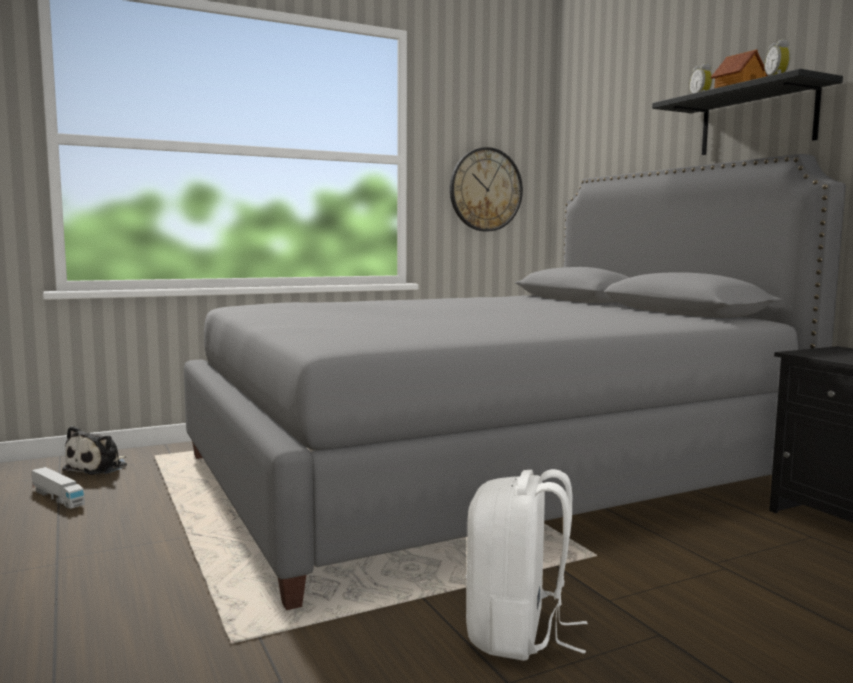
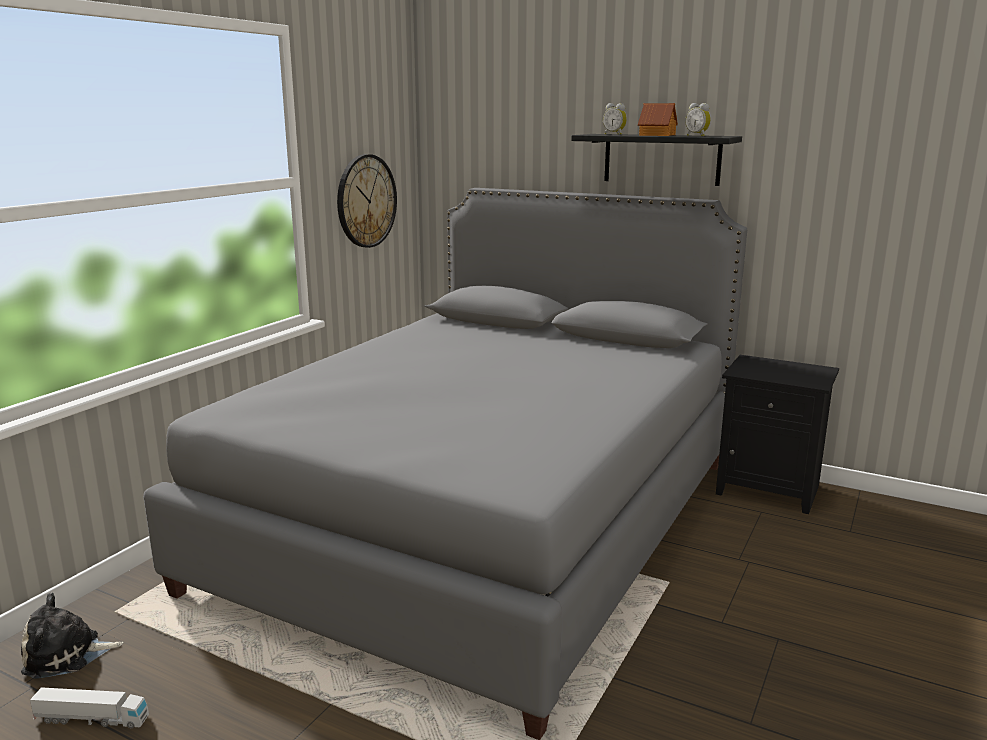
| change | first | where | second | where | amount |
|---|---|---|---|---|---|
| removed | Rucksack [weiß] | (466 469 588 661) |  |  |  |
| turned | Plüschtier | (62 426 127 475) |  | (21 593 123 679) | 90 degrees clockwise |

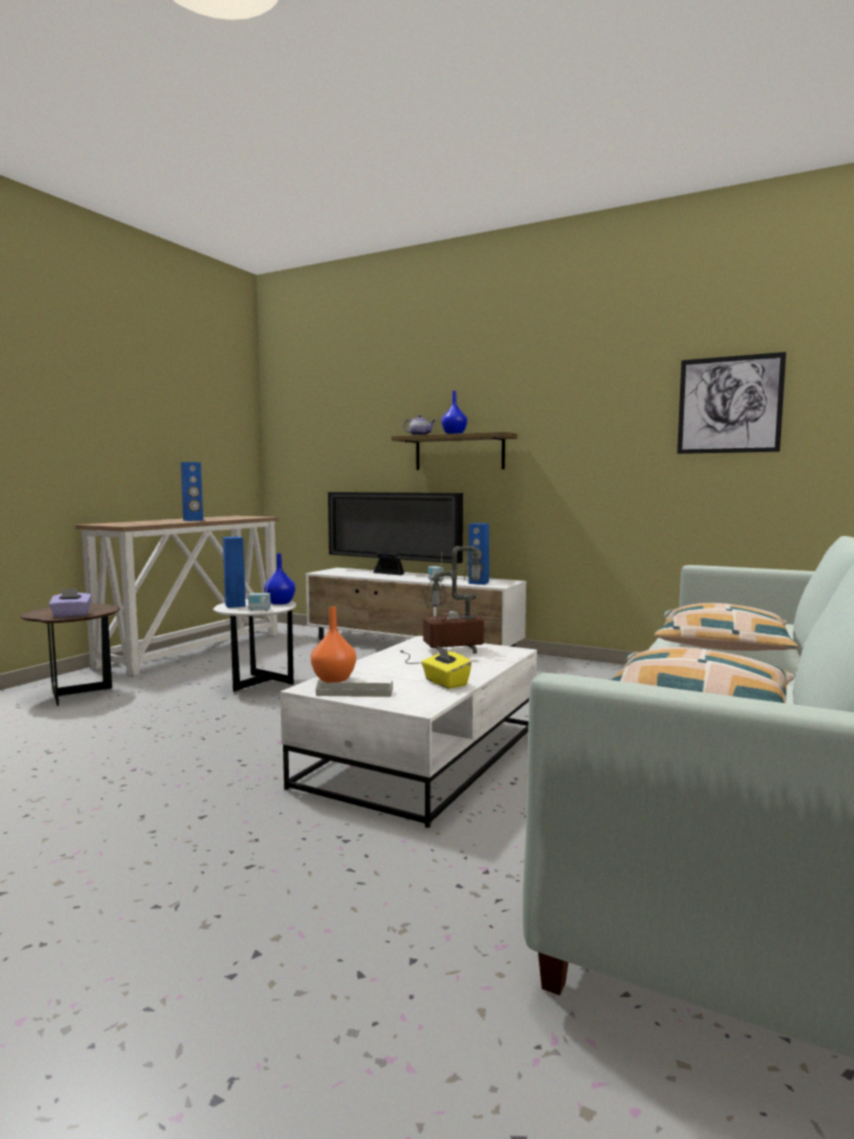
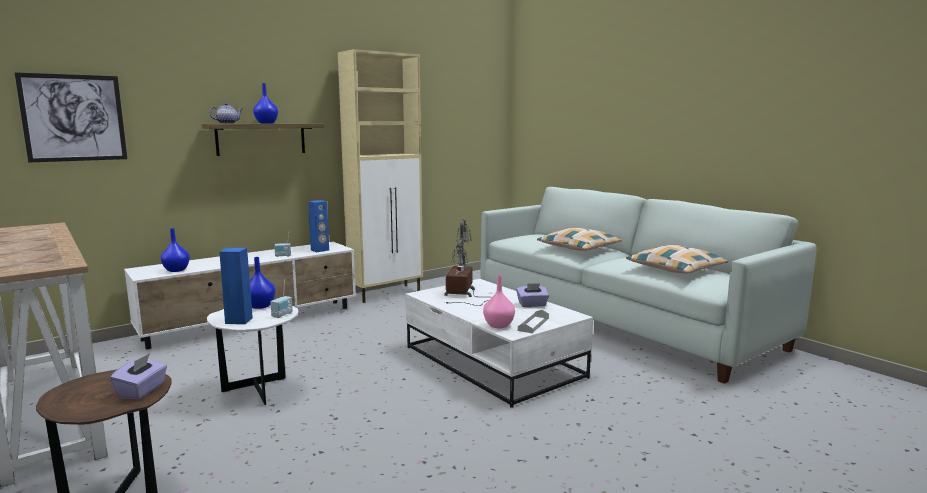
| change | first | where | second | where | amount |
|---|---|---|---|---|---|
| removed | Lautsprecher [blau] | (181 462 203 521) |  |  |  |
| removed | Fernseher | (328 492 463 575) |  |  |  |
| added |  |  | Vase [blau] | (161 228 190 272) |  |
| added |  |  | Schrank [beige] | (338 49 423 303) |  |
| moved | Bild | (677 352 786 454) |  | (15 72 127 163) |  |
| recoloured | Vase [orange] | (311 607 356 683) | Vase [rosa] | (483 275 515 328) |  |
| recoloured | Taschentuchbox [gelb] | (421 646 472 689) | Taschentuchbox [lila] | (516 283 549 307) |  |

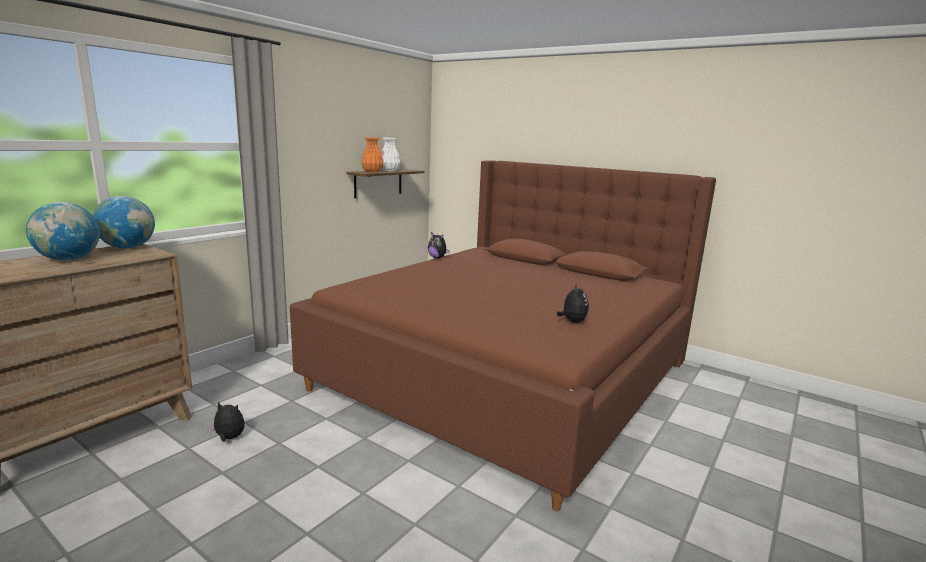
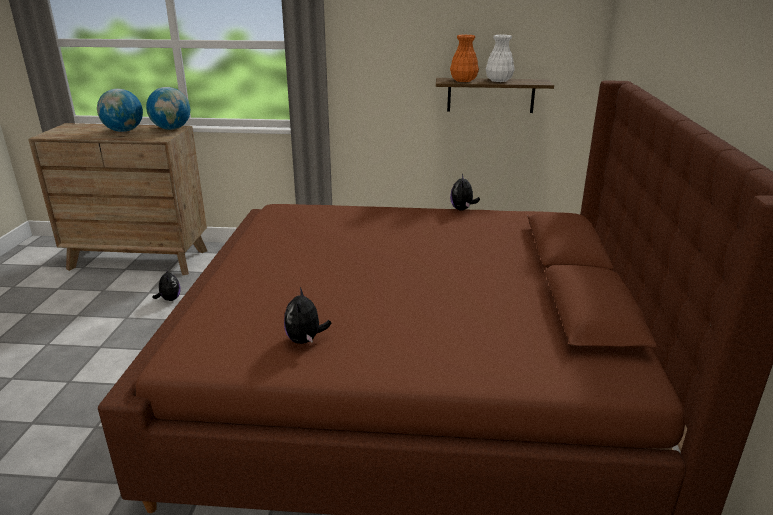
| change | first | where | second | where | amount |
|---|---|---|---|---|---|
| turned | Plüschtier | (557 283 589 323) |  | (284 287 331 344) | 120 degrees clockwise |

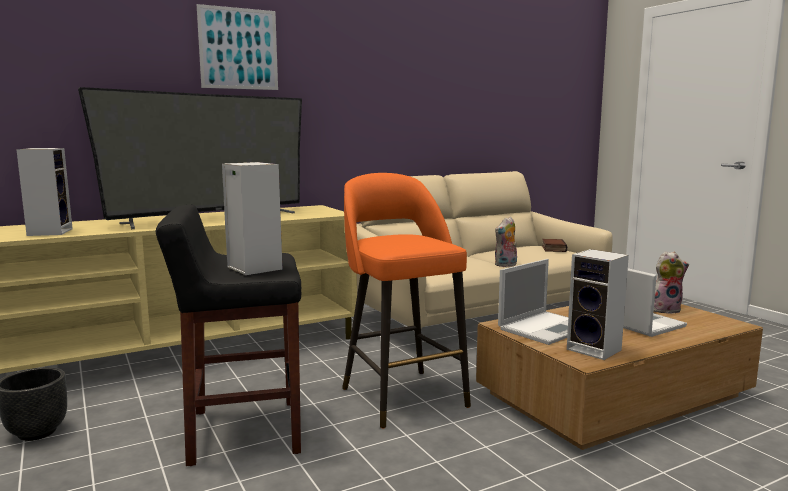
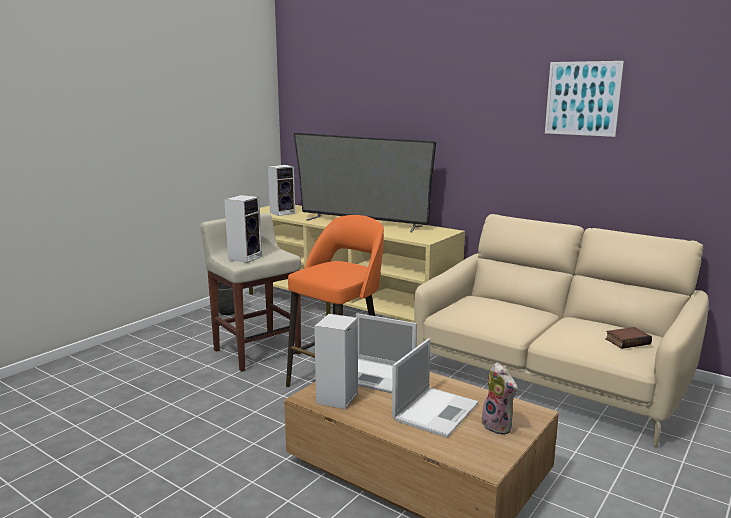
| change | first | where | second | where | amount |
|---|---|---|---|---|---|
| removed | Plüschtier | (495 217 517 267) |  |  |  |
| moved | Bild | (196 4 278 90) |  | (545 61 624 137) |  |
| recoloured | Hocker [schwarz] | (156 205 301 466) | Hocker [beige] | (200 213 301 372) |  |

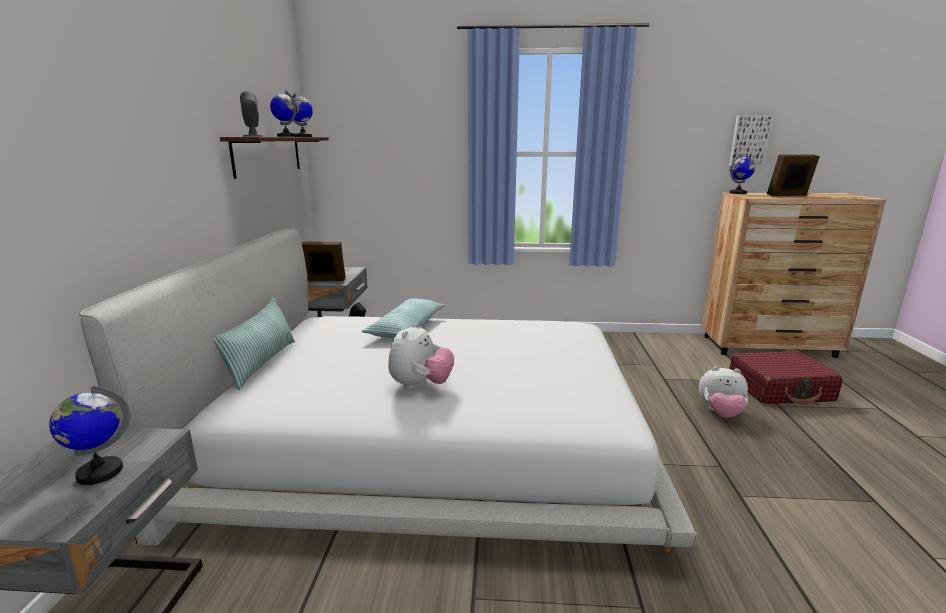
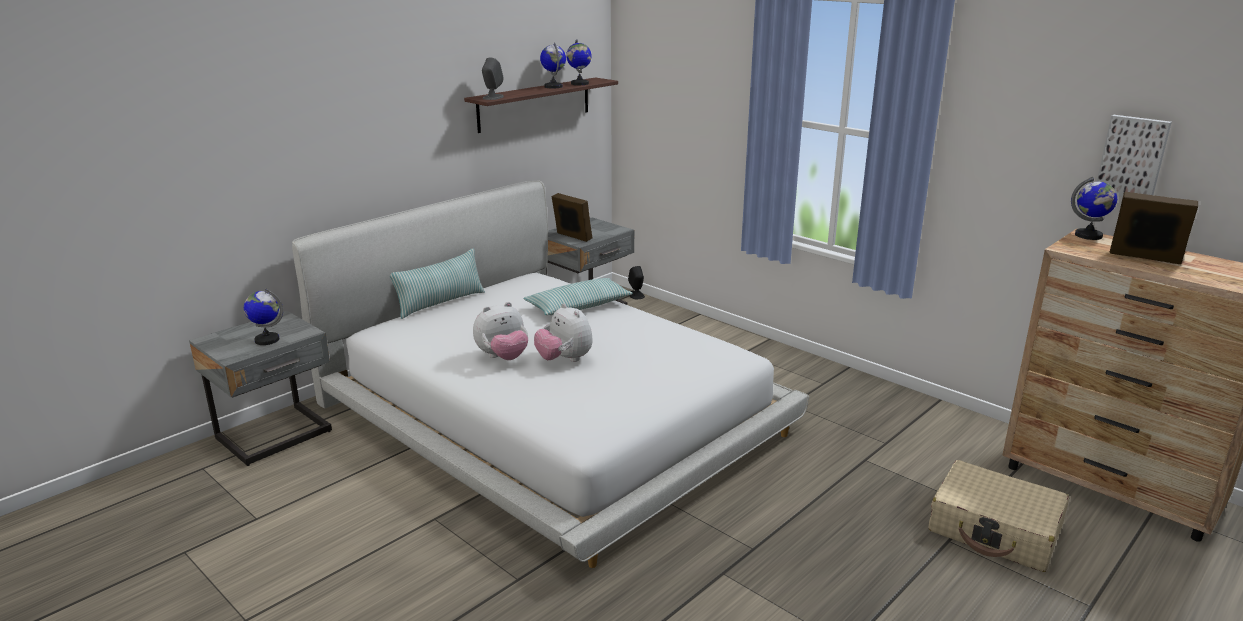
| change | first | where | second | where | amount |
|---|---|---|---|---|---|
| moved | Plüschtier | (699 367 748 418) |  | (534 303 593 362) |  |
| recoloured | Koffer [rot] | (729 351 843 405) | Koffer [beige] | (929 460 1069 572) |  |

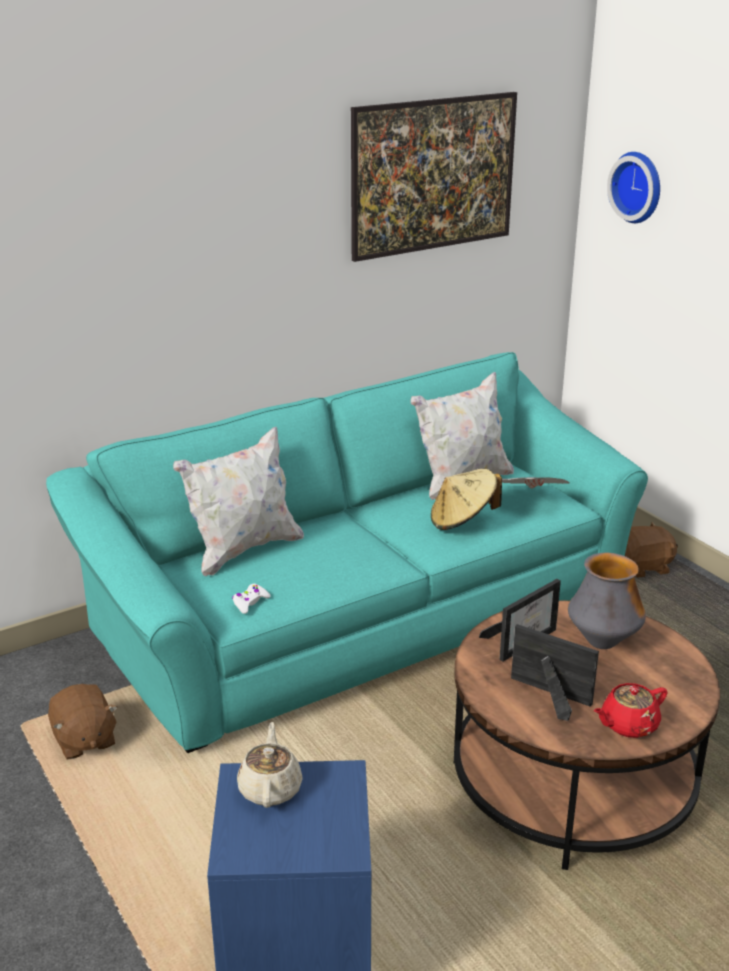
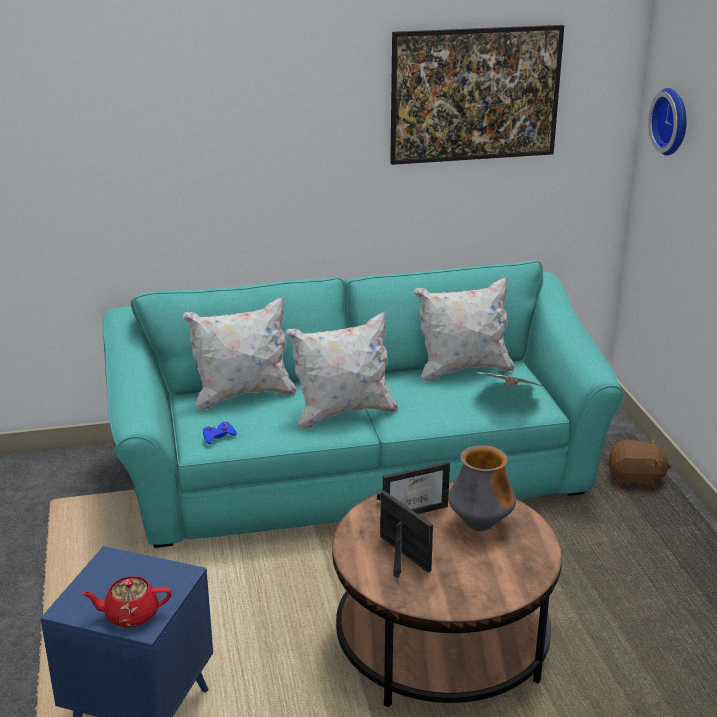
| change | first | where | second | where | amount |
|---|---|---|---|---|---|
| removed | Plüschtier [braun] | (48 684 118 759) |  |  |  |
| removed | Teekanne [beige] | (237 722 303 808) |  |  |  |
| removed | Hut [beige] | (431 469 502 530) |  |  |  |
| added |  |  | Kissen [weiß] | (286 312 398 429) |  |
| moved | Teekanne [rot] | (594 683 668 738) |  | (82 576 172 628) |  |
| recoloured | Gamepad [weiß] | (232 584 271 614) | Gamepad [blau] | (203 422 237 444) |  |

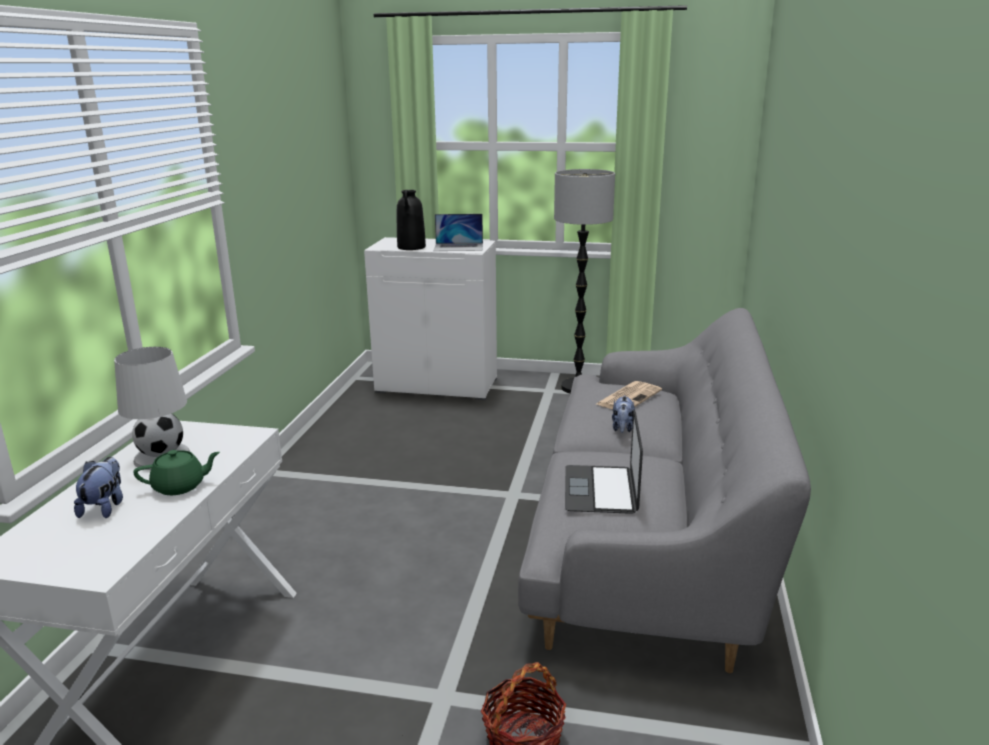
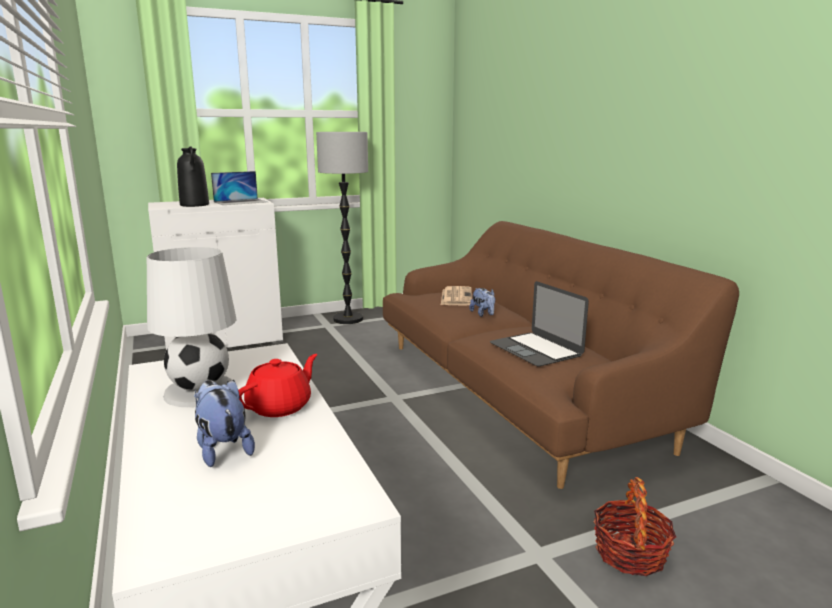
| change | first | where | second | where | amount |
|---|---|---|---|---|---|
| recoloured | Teekanne [grün] | (134 450 220 495) | Teekanne [rot] | (238 354 318 417) |  |
| recoloured | Sofa [grau] | (518 308 811 673) | Sofa [braun] | (383 221 739 489) |  |

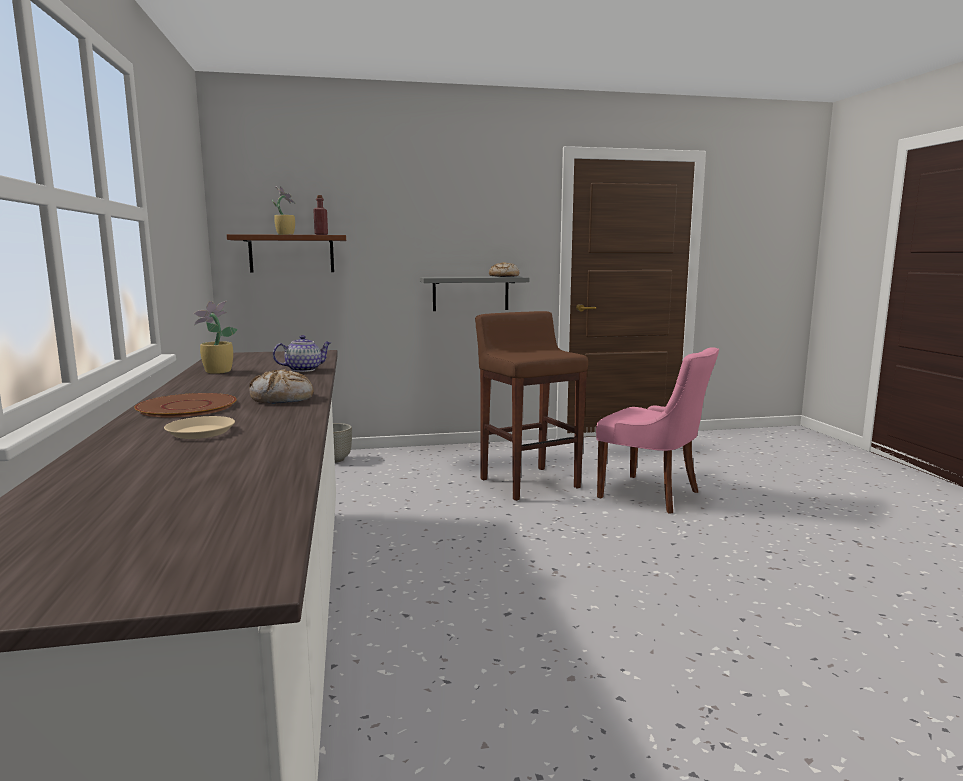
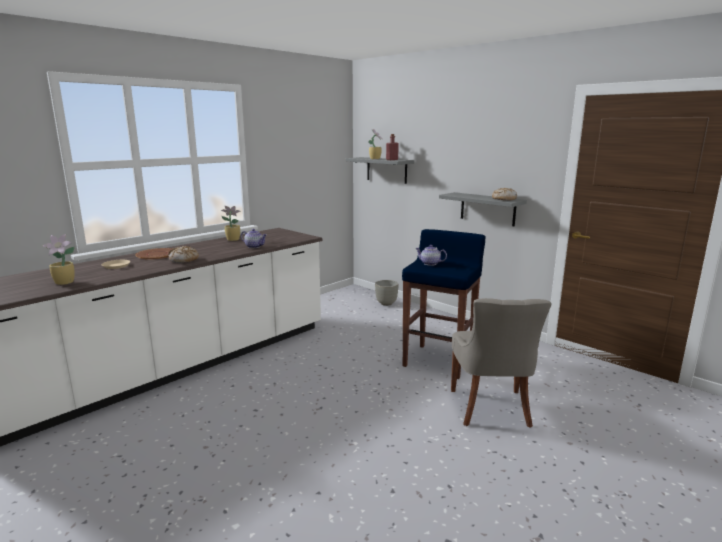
| change | first | where | second | where | amount |
|---|---|---|---|---|---|
| added |  |  | Topfpflanze | (43 234 75 285) |  |
| added |  |  | Teekanne | (415 245 447 266) |  |
| recoloured | Wandregal [braun] | (227 234 346 273) | Wandregal [grau] | (346 157 414 184) |  |
| recoloured | Hocker [braun] | (475 311 588 501) | Hocker [blau] | (402 229 486 379) |  |
| recoloured | Stuhl [rosa] | (596 348 719 513) | Stuhl [grau] | (451 298 552 428) |  |

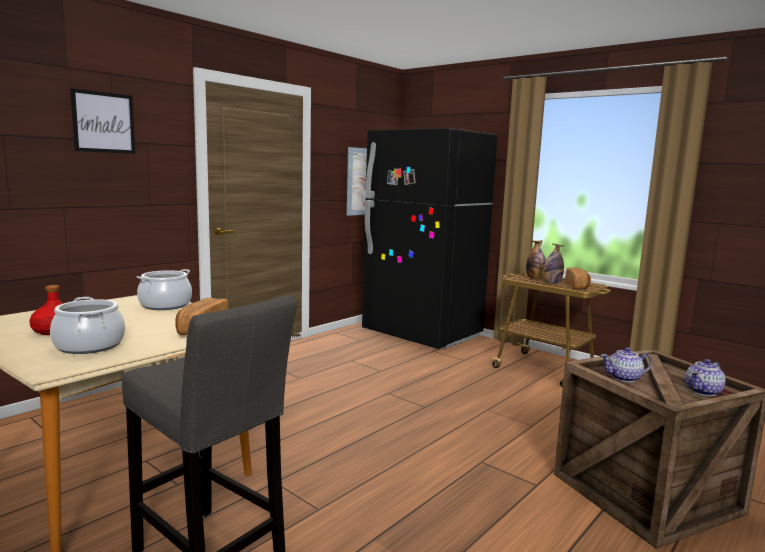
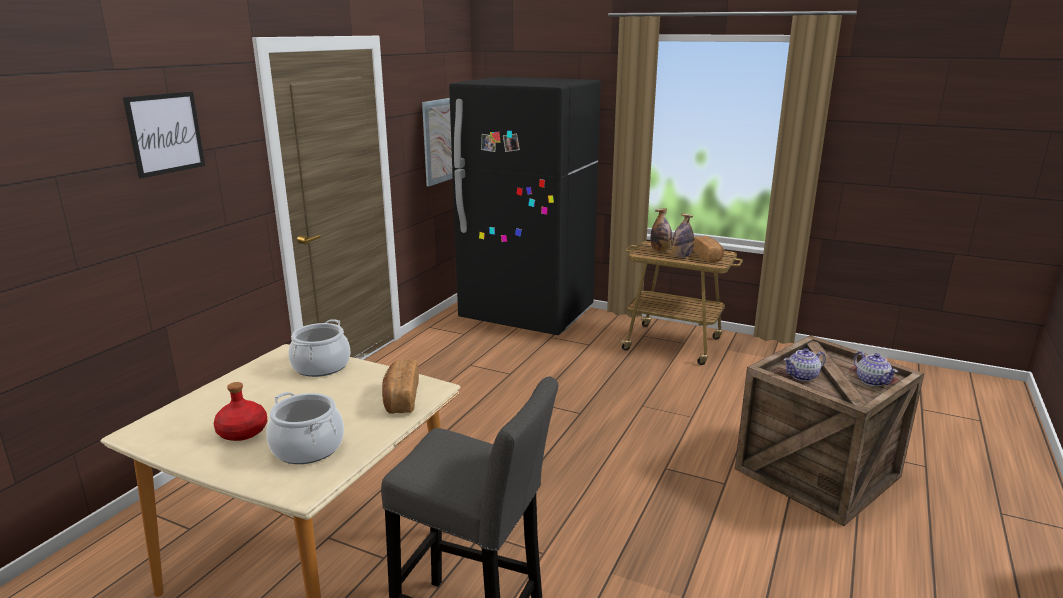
| change | first | where | second | where | amount |
|---|---|---|---|---|---|
| turned | Teekanne | (685 359 726 396) |  | (854 351 898 386) | 60 degrees counterclockwise |

